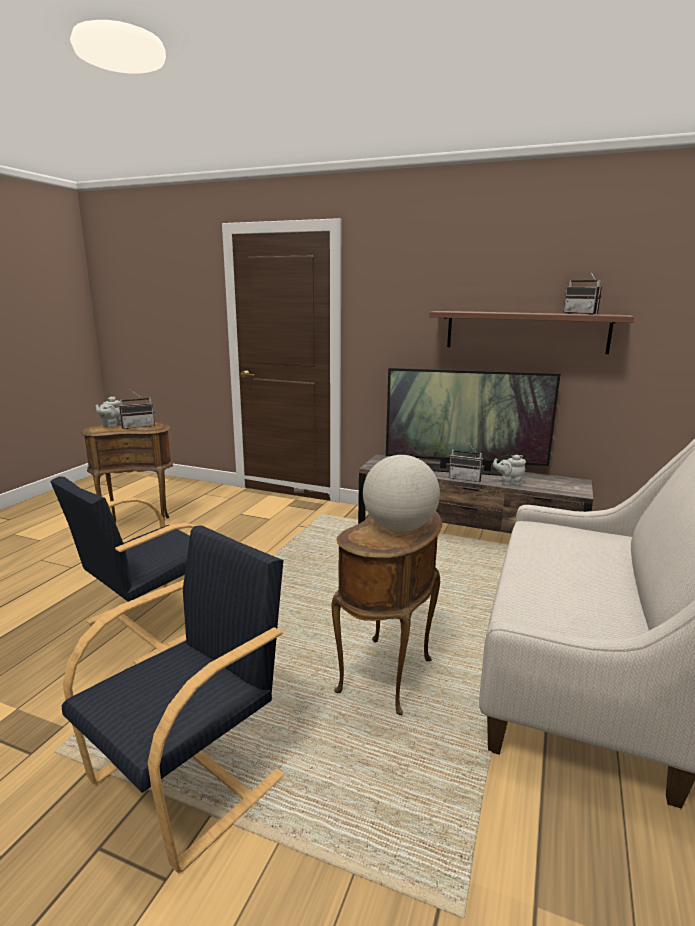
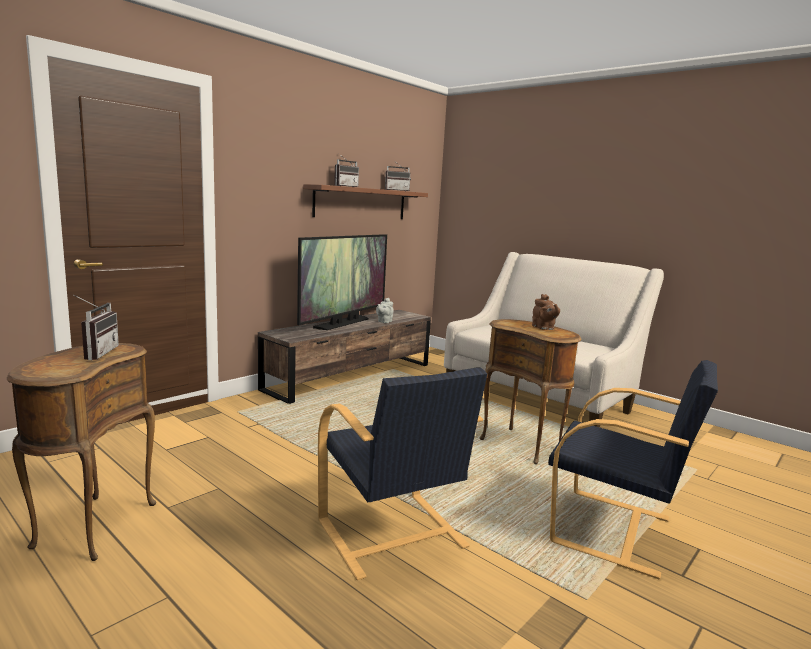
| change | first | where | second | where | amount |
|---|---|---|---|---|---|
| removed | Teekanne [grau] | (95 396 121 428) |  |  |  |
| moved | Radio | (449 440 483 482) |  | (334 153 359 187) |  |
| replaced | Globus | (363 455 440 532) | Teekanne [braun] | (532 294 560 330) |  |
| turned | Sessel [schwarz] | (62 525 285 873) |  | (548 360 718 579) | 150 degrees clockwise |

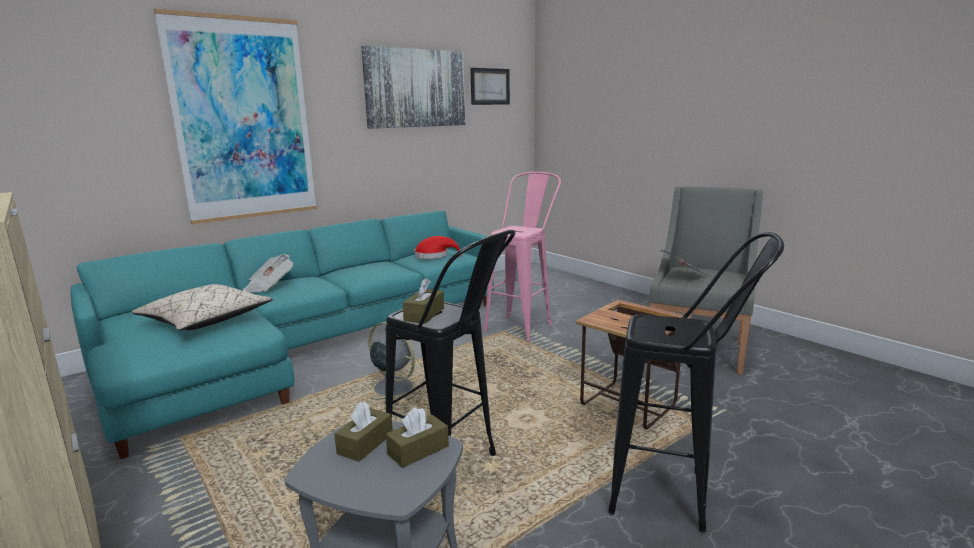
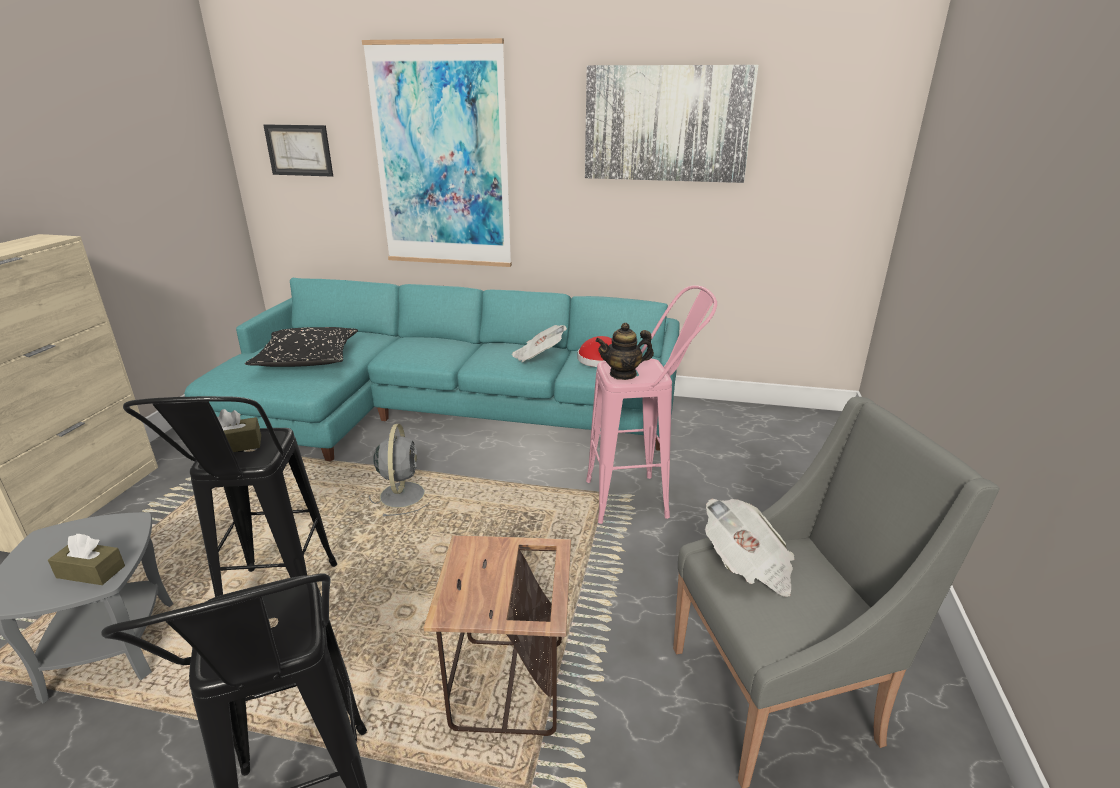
| change | first | where | second | where | amount |
|---|---|---|---|---|---|
| removed | Taschentuchbox [braun] | (334 402 393 462) |  |  |  |
| added |  |  | Teekanne | (595 323 654 380) |  |
| moved | Zeitung | (242 254 293 293) |  | (512 325 567 362) |  |
| moved | Bild | (470 68 510 105) |  | (263 124 333 177) |  |
| recoloured | Kissen [beige] | (131 284 273 330) | Kissen [schwarz] | (245 327 358 367) |  |

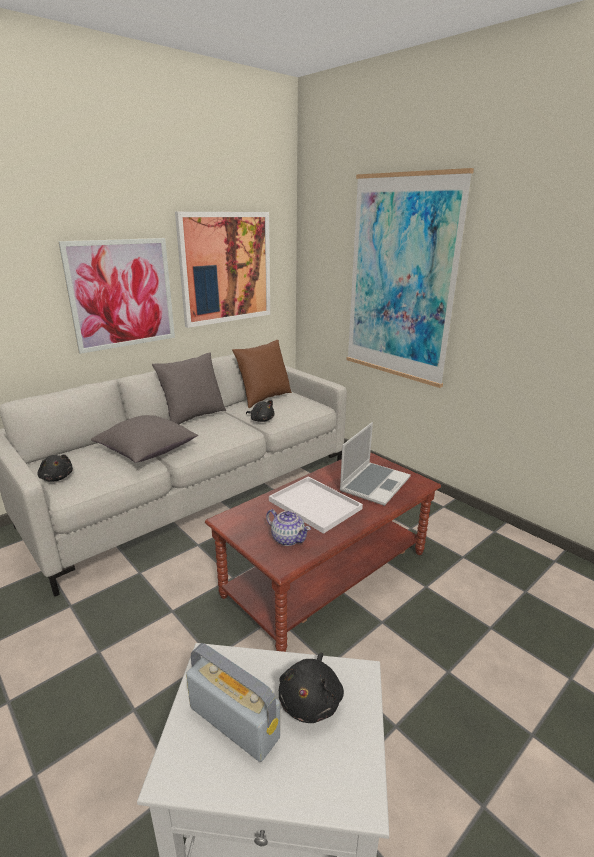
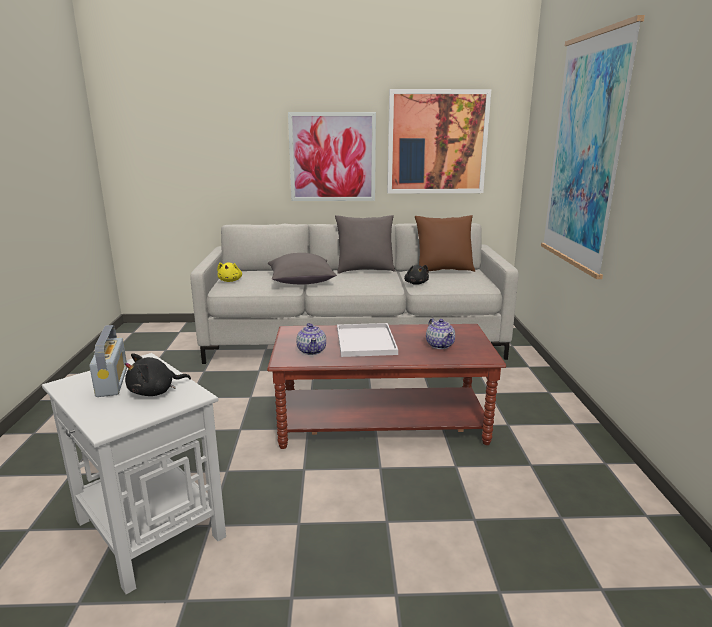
| change | first | where | second | where | amount |
|---|---|---|---|---|---|
| replaced | Laptop | (340 422 411 506) | Teekanne | (426 318 455 349) |  |
| recoloured | Plüschtier [schwarz] | (37 454 73 482) | Plüschtier [gelb] | (217 262 242 282) |  |

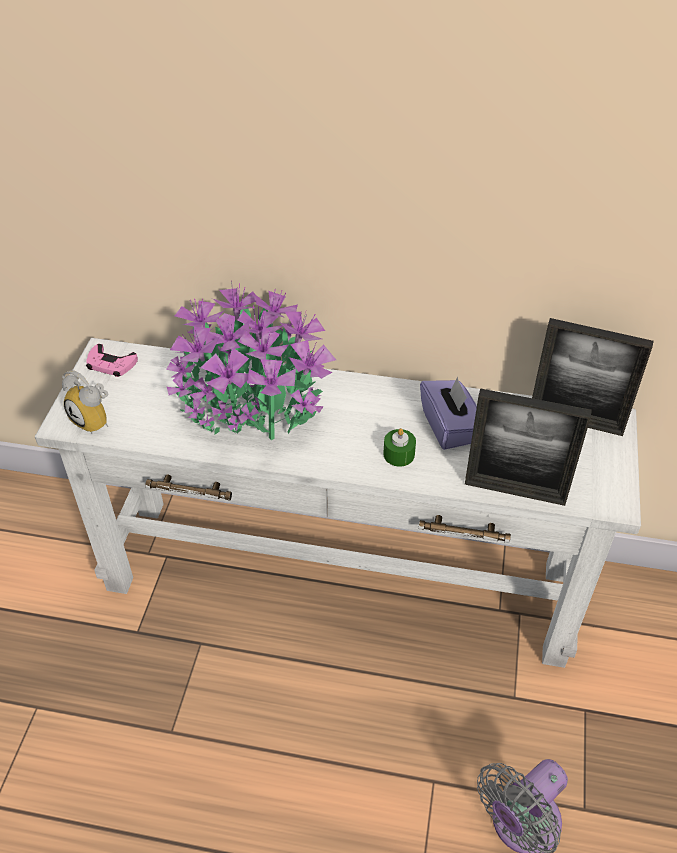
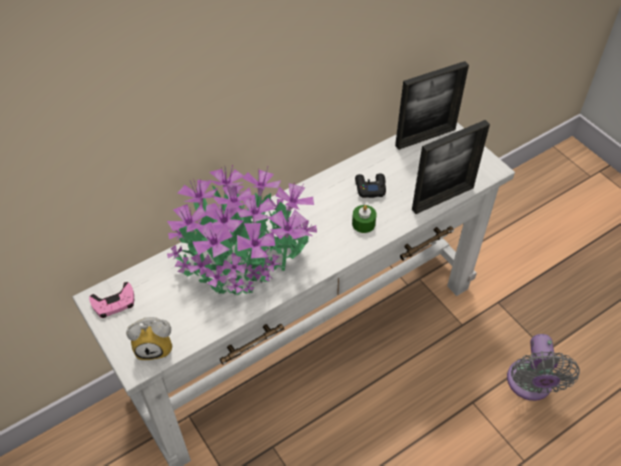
| change | first | where | second | where | amount |
|---|---|---|---|---|---|
| replaced | Taschentuchbox [lila] | (420 377 477 450) | Gamepad [schwarz] | (355 173 386 198) |  |

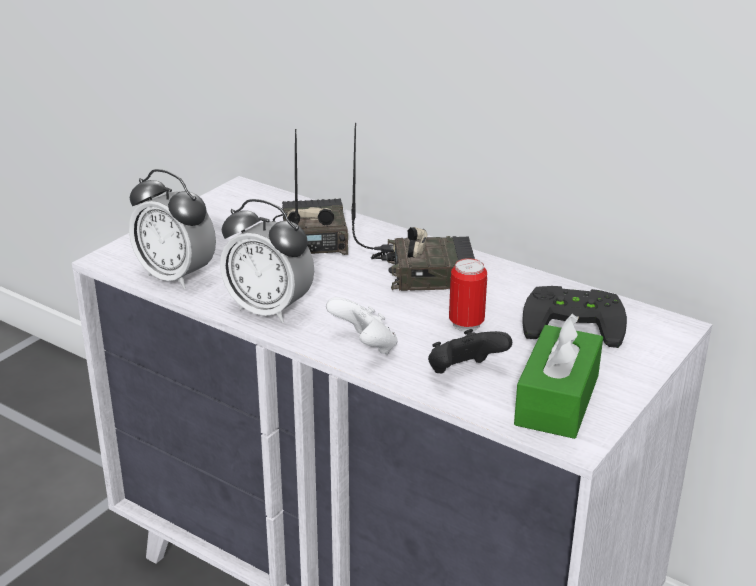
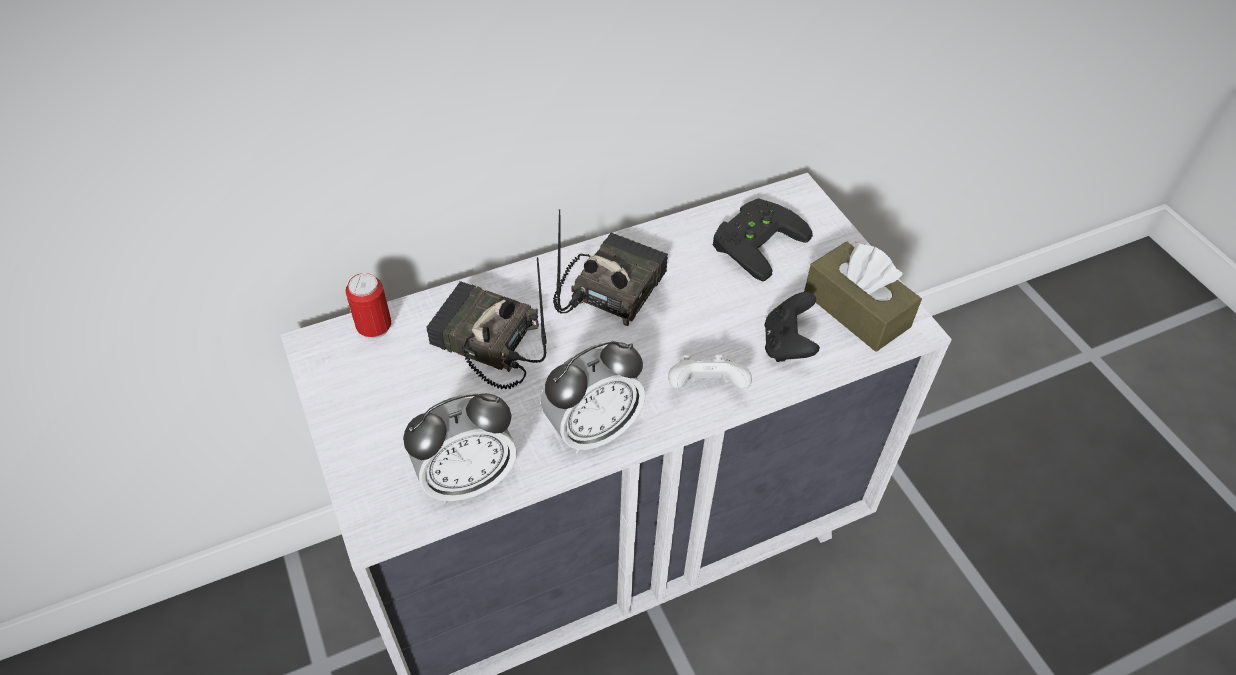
| change | first | where | second | where | amount |
|---|---|---|---|---|---|
| moved | Dose | (449 258 487 331) |  | (346 273 391 339) |  |
| recoloured | Taschentuchbox [grün] | (514 314 603 439) | Taschentuchbox [braun] | (804 242 922 352) |  |

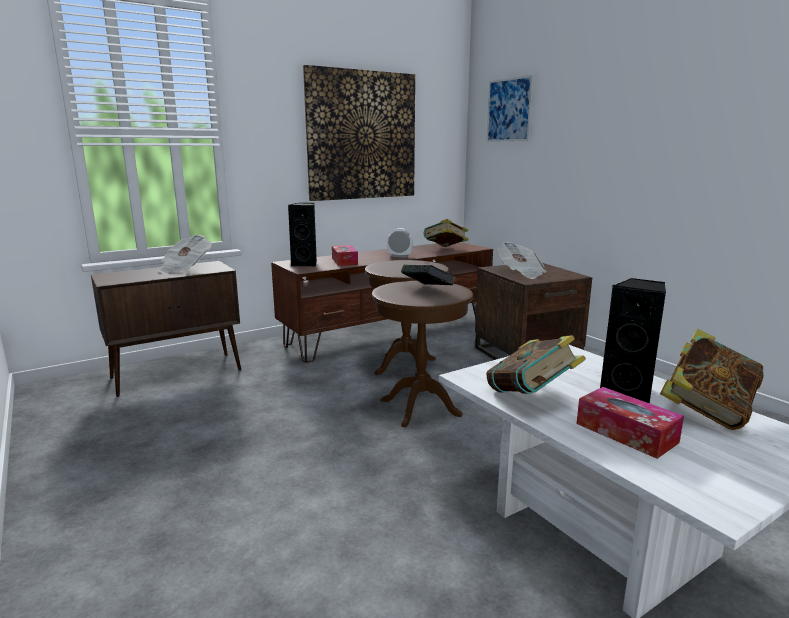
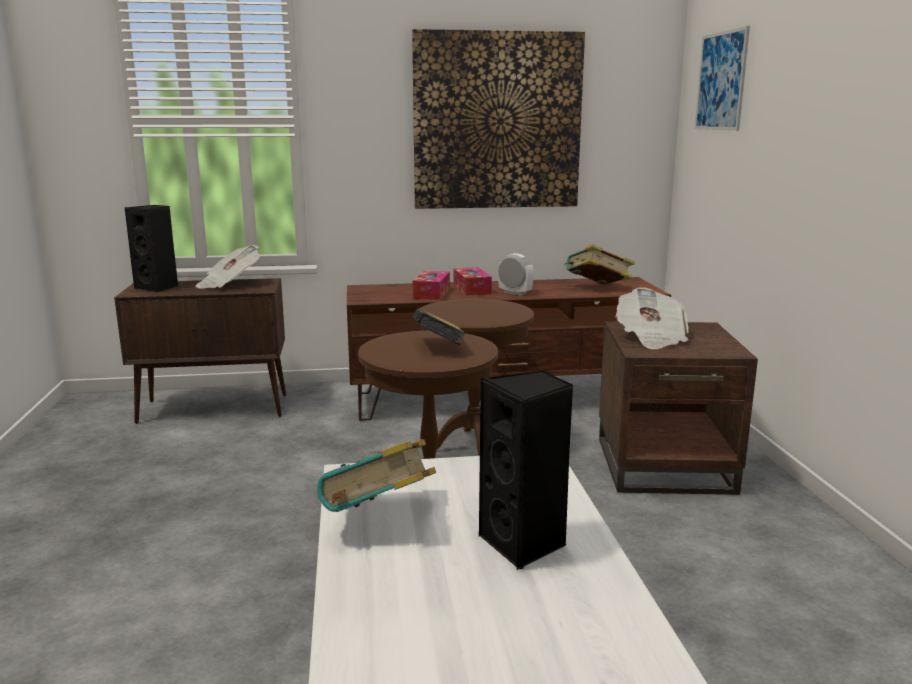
| change | first | where | second | where | amount |
|---|---|---|---|---|---|
| removed | Buch | (660 329 764 430) |  |  |  |
| moved | Lautsprecher [schwarz] | (288 203 317 266) |  | (125 205 178 292) |  |
| moved | Taschentuchbox | (577 387 684 459) |  | (453 267 492 296) |  |

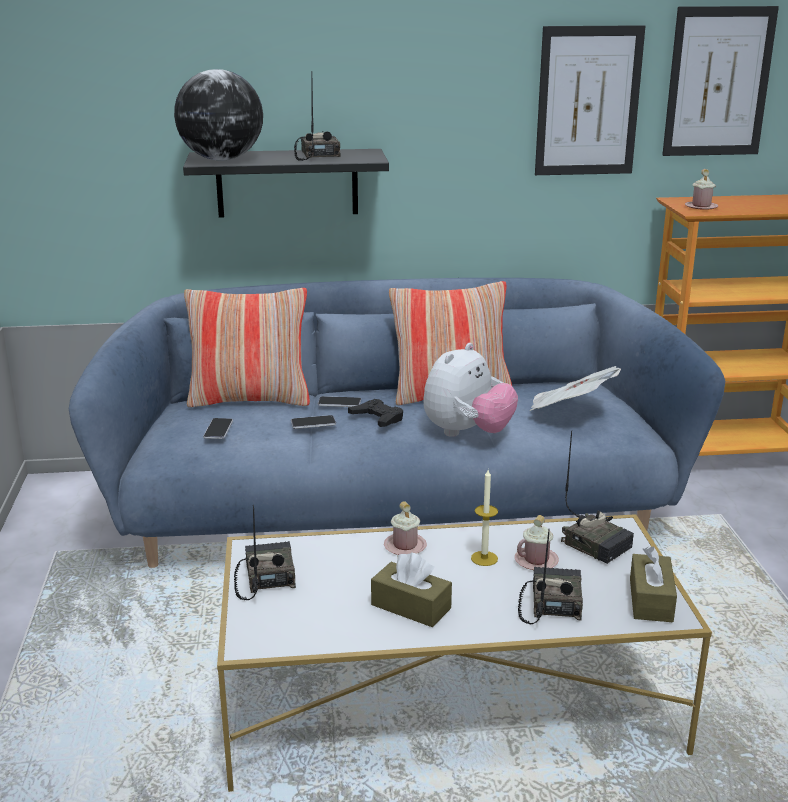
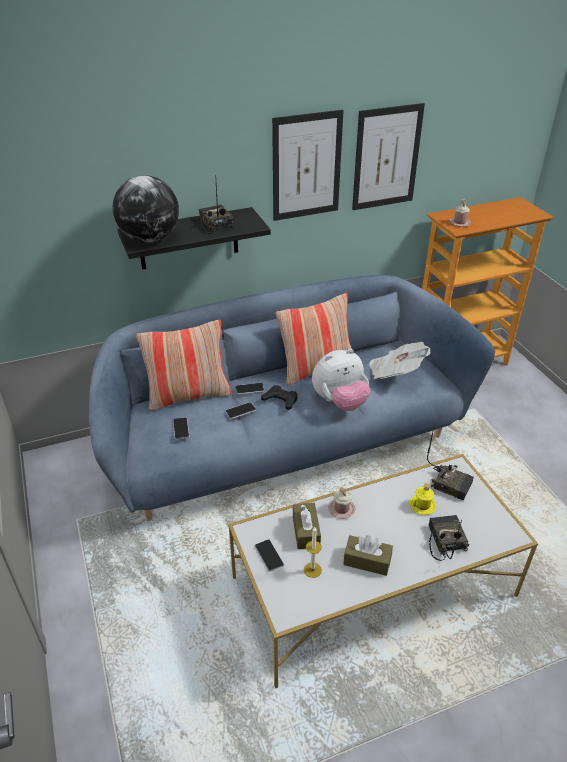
| change | first | where | second | where | amount |
|---|---|---|---|---|---|
| moved | Kerze | (471 470 498 566) |  | (304 527 322 578) |  |
| moved | Taschentuchbox [braun] | (630 547 677 622) |  | (293 503 321 549) |  |
| moved | Bild | (662 6 779 156) |  | (272 110 344 221) |  |
| replaced | Radio | (234 505 296 600) | Handy | (255 539 284 572) |  |
| recoloured | Henkelbecher [rosa] | (515 515 559 570) | Henkelbecher [gelb] | (409 483 436 515) |  |
| turned | Plüschtier | (423 343 518 437) |  | (312 349 370 411) | 45 degrees clockwise |

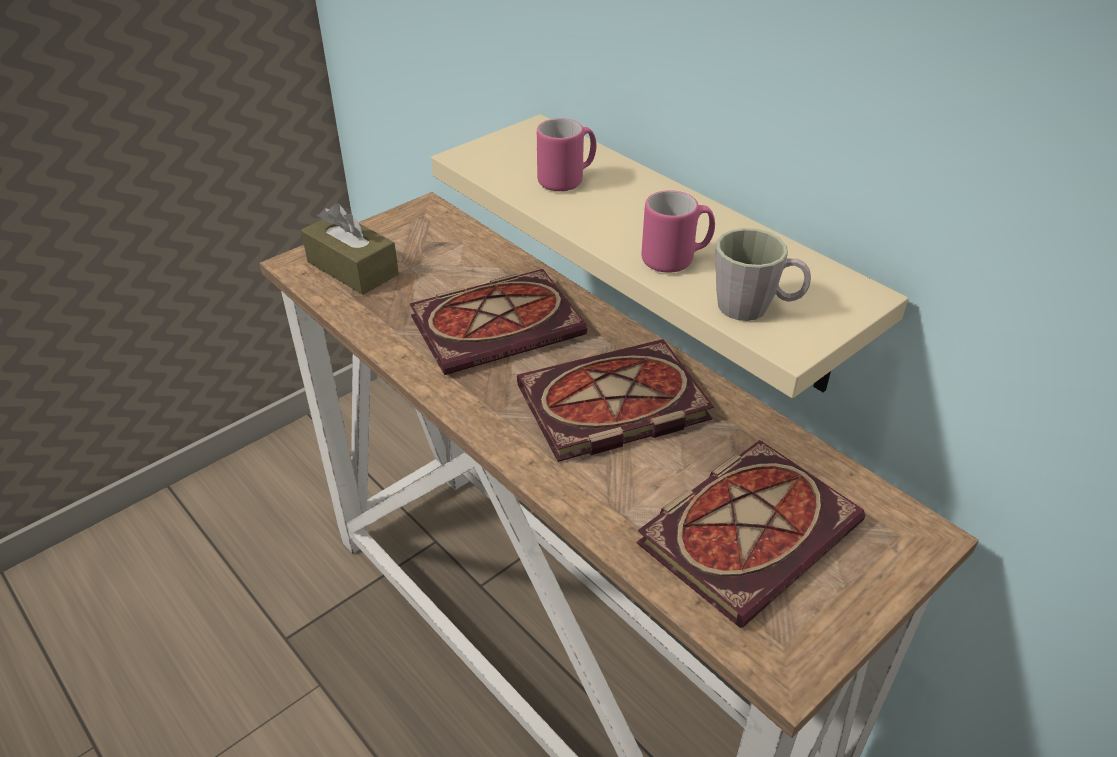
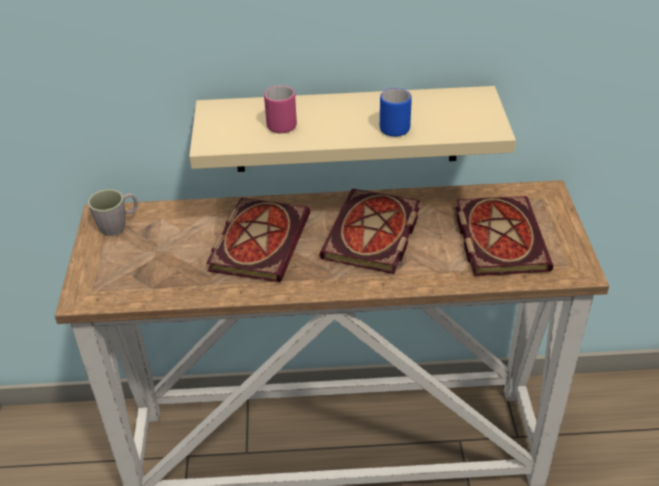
| change | first | where | second | where | amount |
|---|---|---|---|---|---|
| removed | Taschentuchbox [braun] | (301 203 399 295) |  |  |  |
| moved | Henkelbecher [grau] | (716 228 811 321) |  | (88 189 138 236) |  |
| recoloured | Henkelbecher [rosa] | (641 190 715 273) | Henkelbecher [blau] | (380 88 412 137) |  |

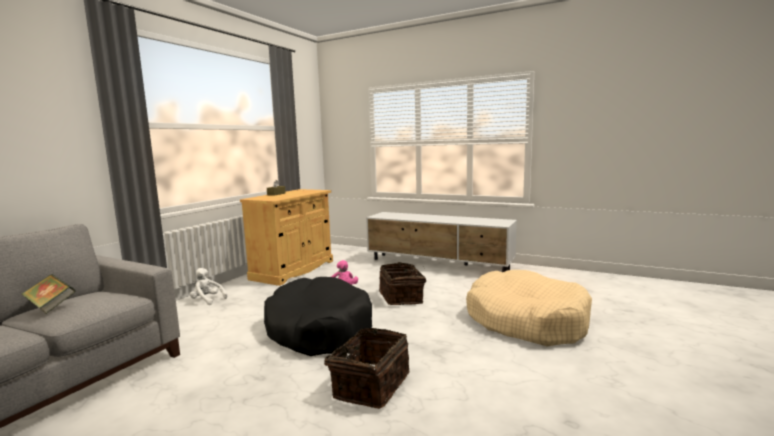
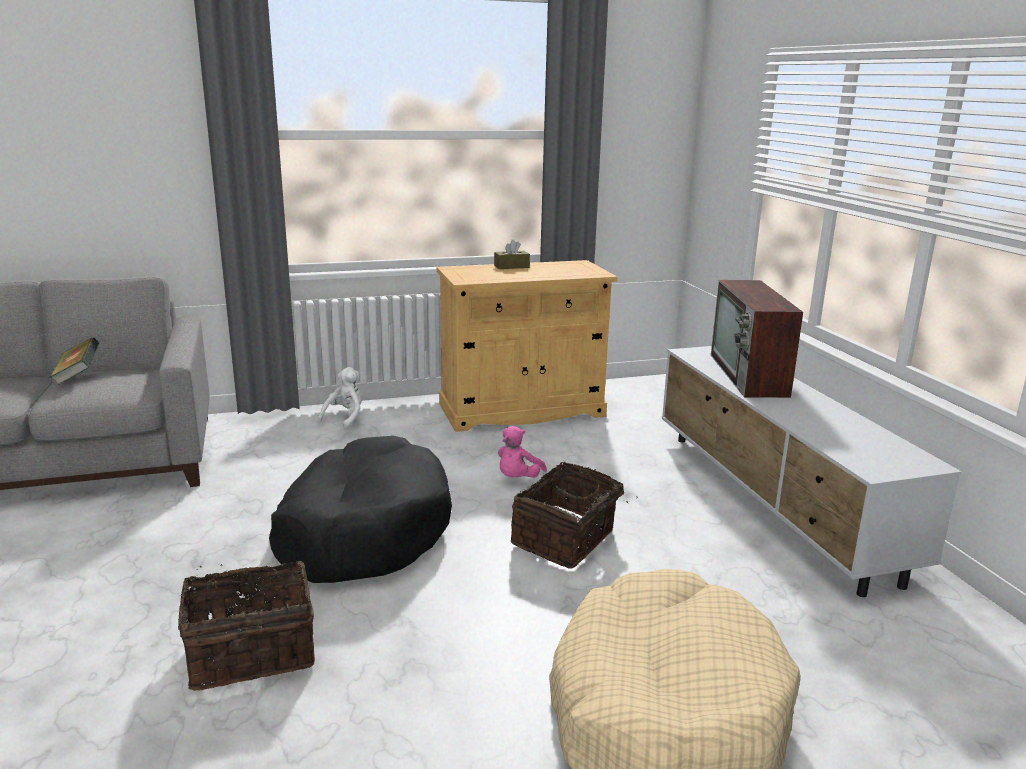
| change | first | where | second | where | amount |
|---|---|---|---|---|---|
| added |  |  | Fernseher | (711 280 803 398) |  |
| turned | Plüschtier [weiß] | (190 268 227 305) |  | (318 367 362 430) | 45 degrees clockwise |

